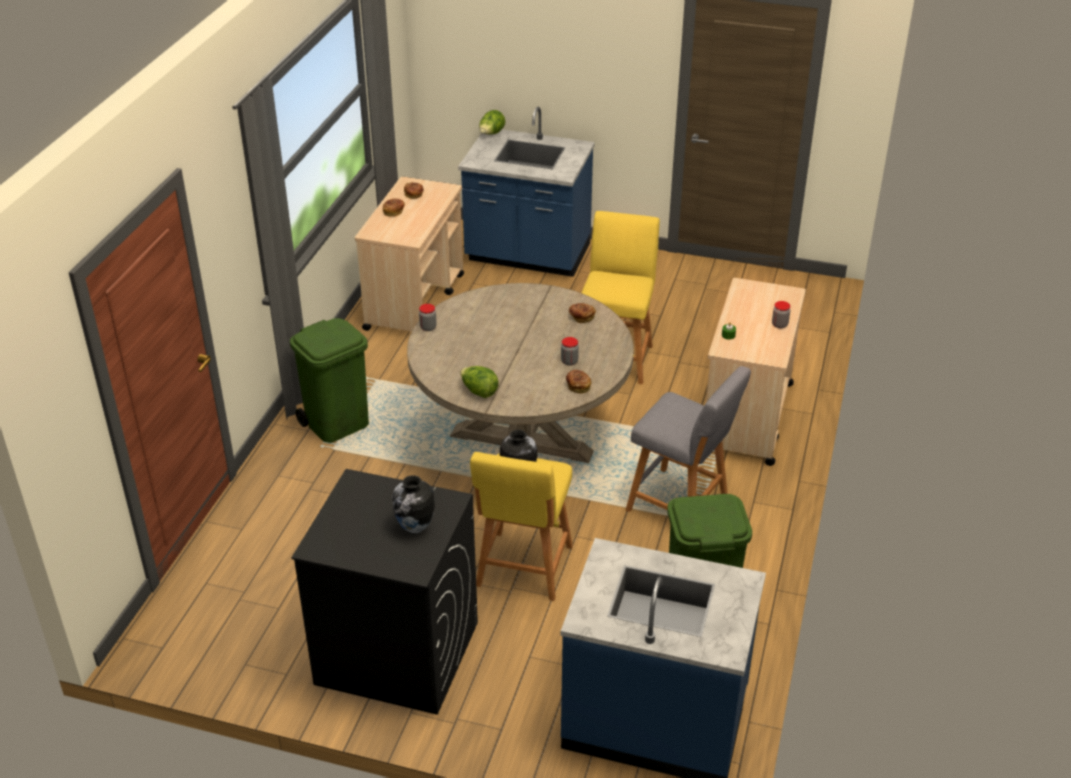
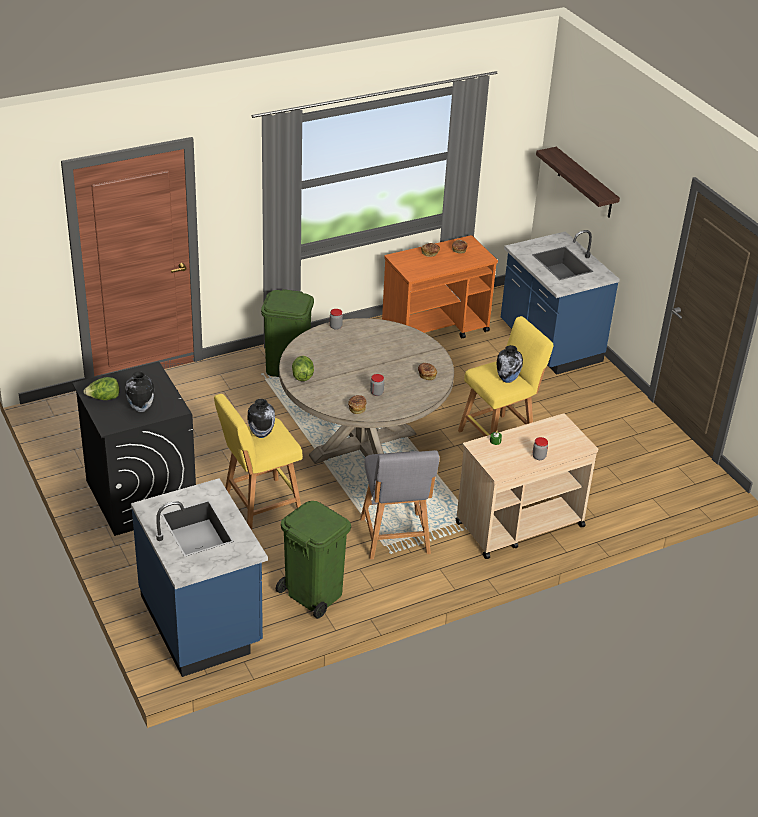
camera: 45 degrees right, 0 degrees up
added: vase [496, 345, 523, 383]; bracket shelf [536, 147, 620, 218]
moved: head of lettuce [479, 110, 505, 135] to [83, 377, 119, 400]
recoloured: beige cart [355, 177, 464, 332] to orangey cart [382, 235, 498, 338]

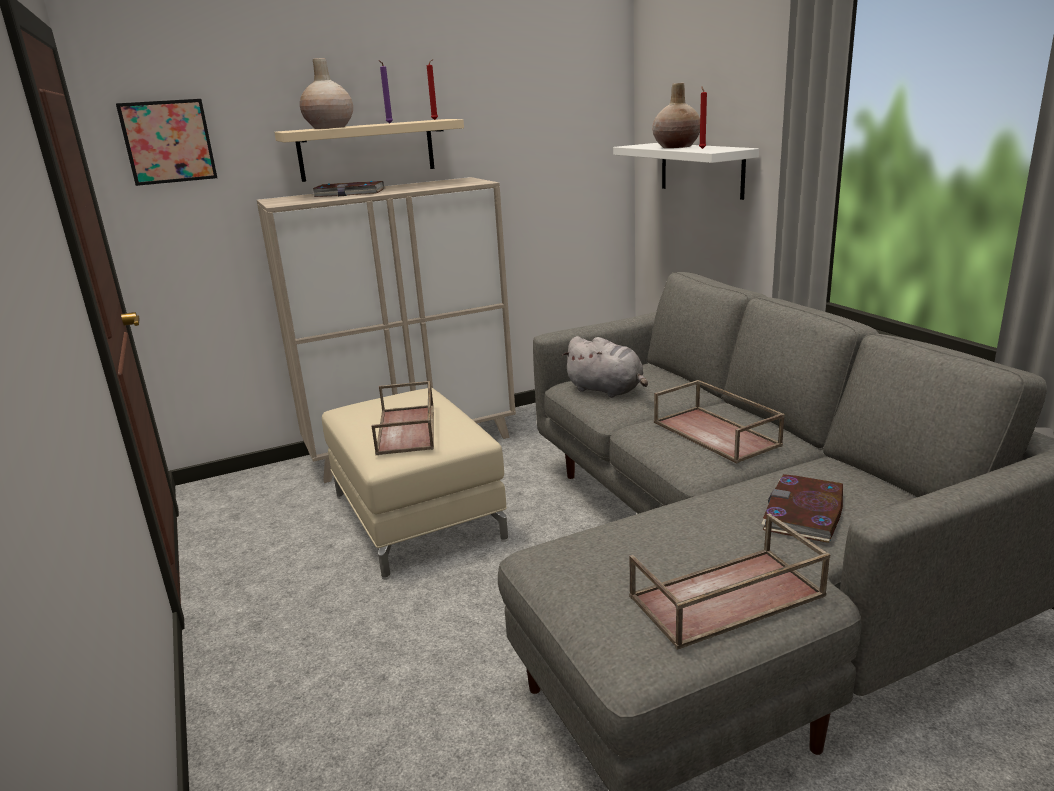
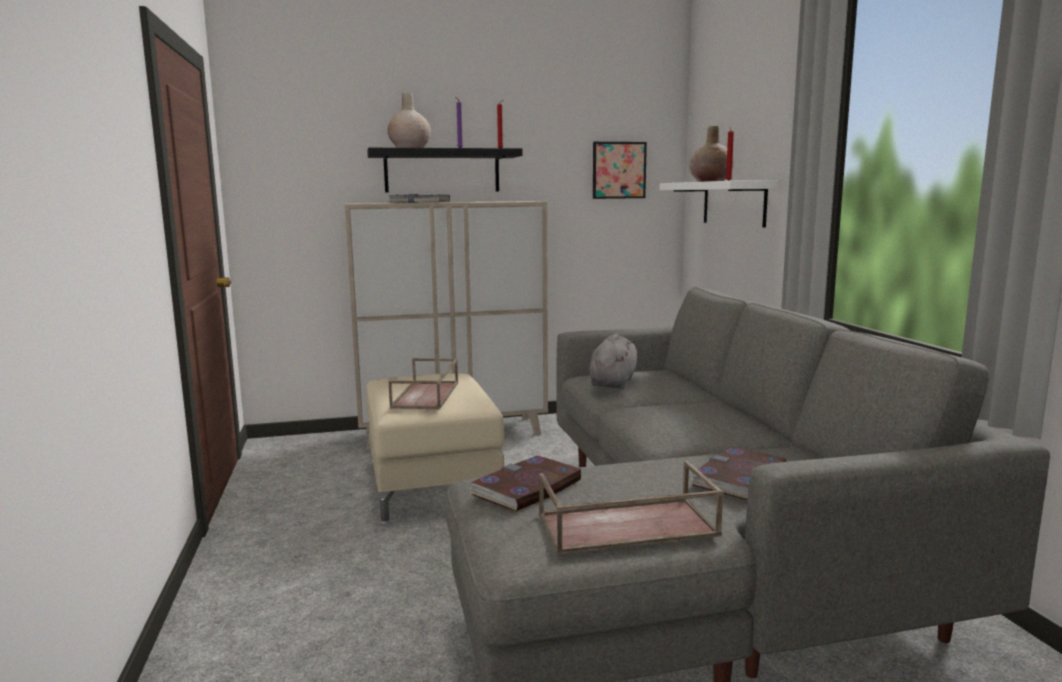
camera: 10 degrees right, 10 degrees down
removed: brownish tray [654, 380, 785, 464]
added: volume [470, 456, 581, 511]
moved: picture [116, 99, 217, 186] to [593, 142, 647, 199]
recoloured: beige bracket shelf [274, 119, 464, 182] to black bracket shelf [367, 148, 522, 192]
turned: gray cuddly toy [562, 336, 648, 398] = [589, 334, 638, 389] 120 degrees counterclockwise

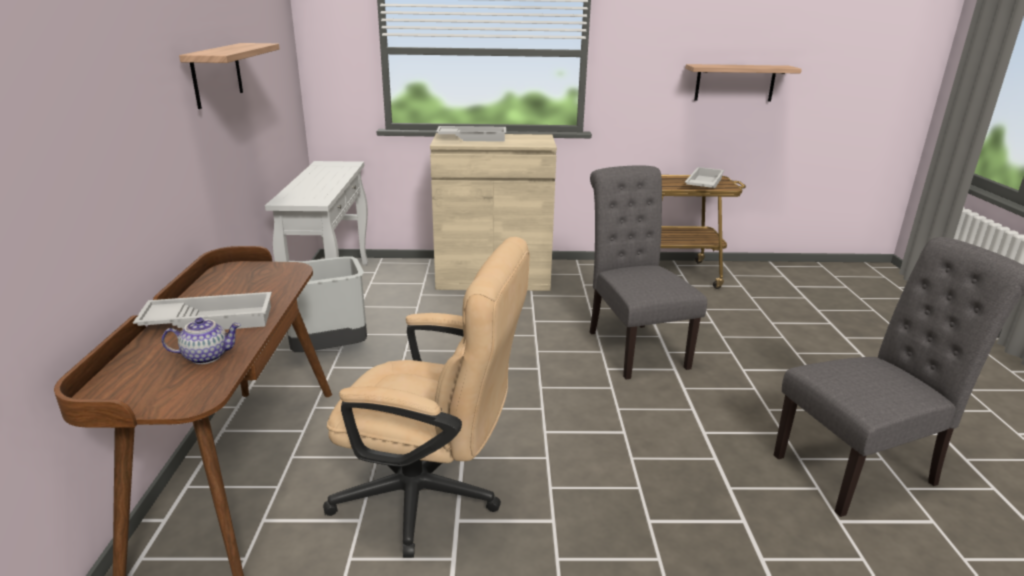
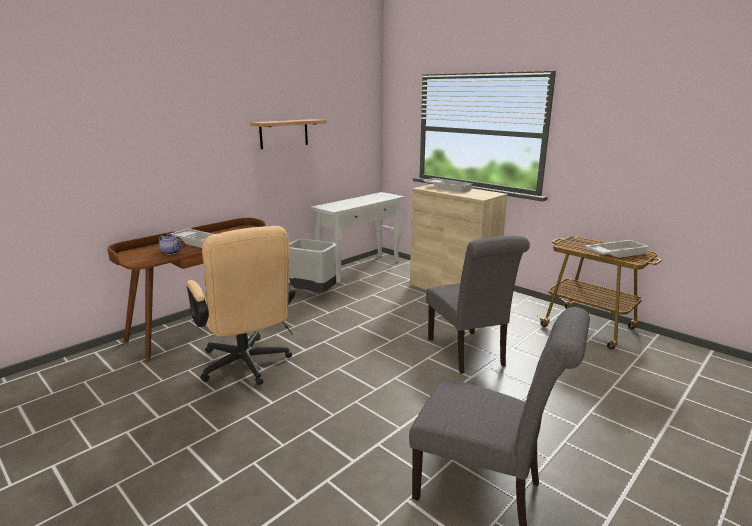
camera: 45 degrees right, 5 degrees down
removed: bracket shelf [685, 64, 802, 101]
turned: gray chair [589, 165, 707, 379] = [426, 236, 530, 374] 135 degrees clockwise

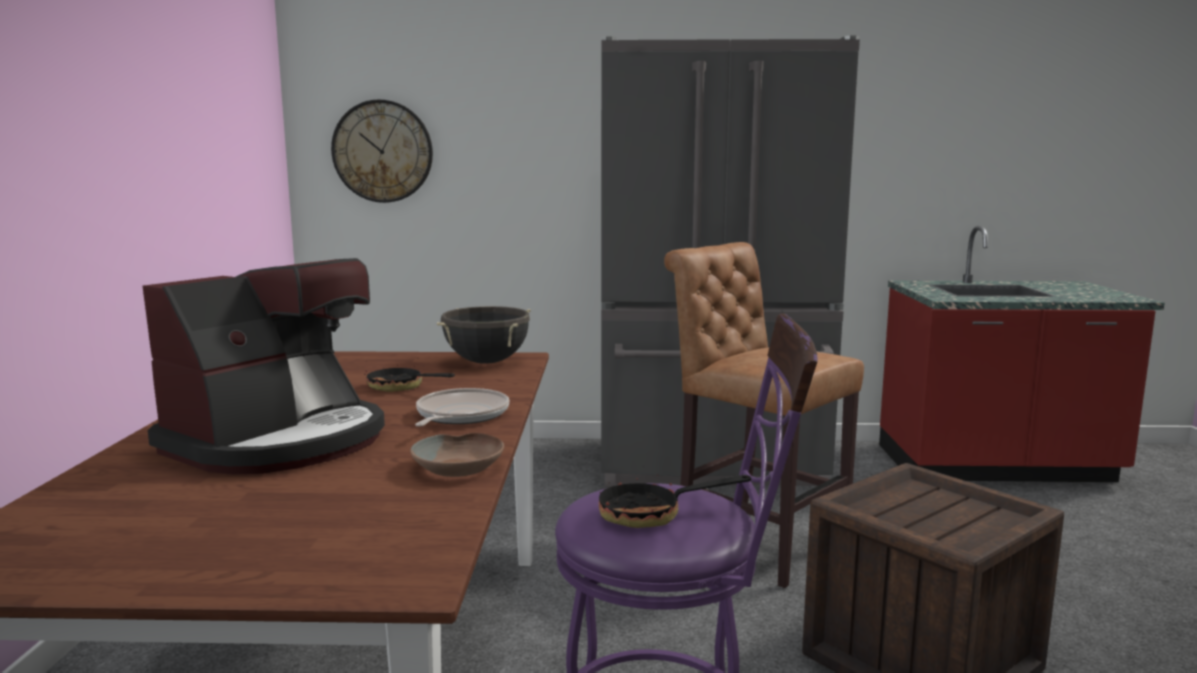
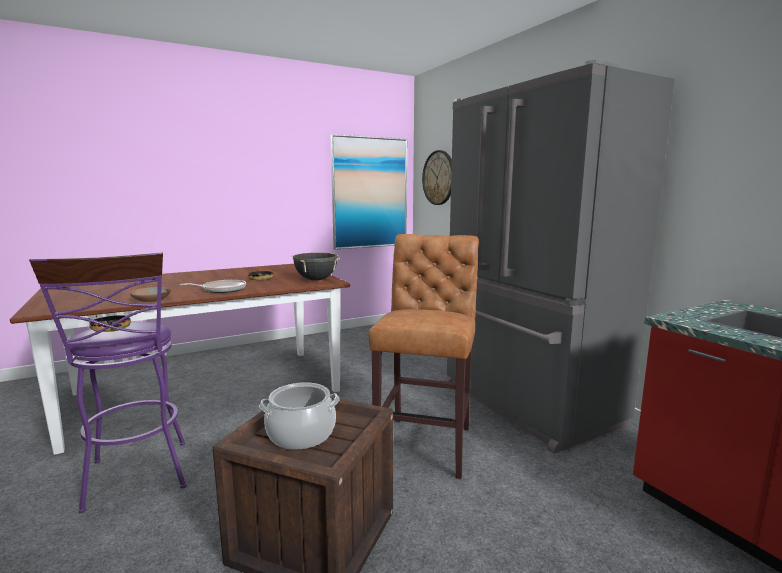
camera: 60 degrees right, 0 degrees up
removed: coffee brewer [142, 258, 385, 474]
added: saucepot [259, 382, 339, 450]; picture [331, 134, 407, 249]

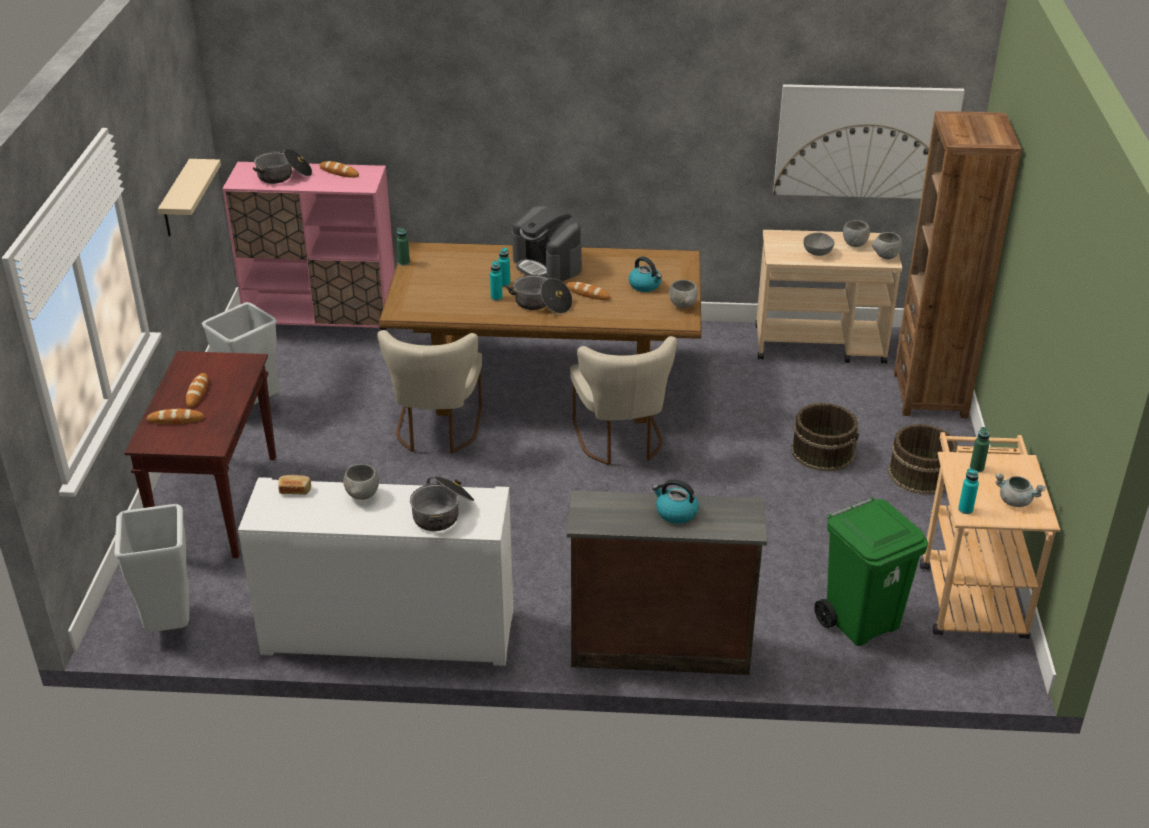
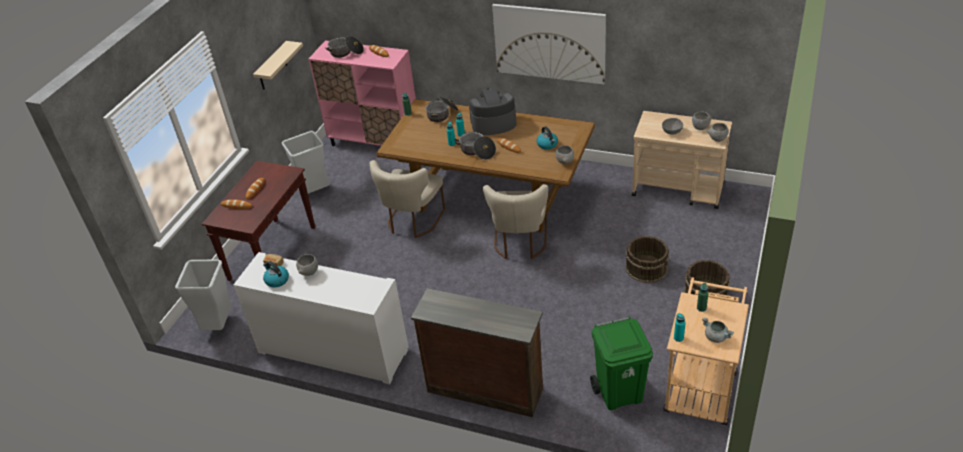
camera: 20 degrees right, 5 degrees up
removed: brownish shelving unit [894, 111, 1022, 418]
moved: kettle [652, 479, 699, 524] to [263, 261, 289, 288]; saucepot [410, 476, 474, 531] to [425, 97, 458, 122]; picture [773, 84, 965, 199] to [492, 4, 606, 84]
turned: coffee brewer [512, 206, 582, 281] = [469, 87, 517, 135] 105 degrees clockwise

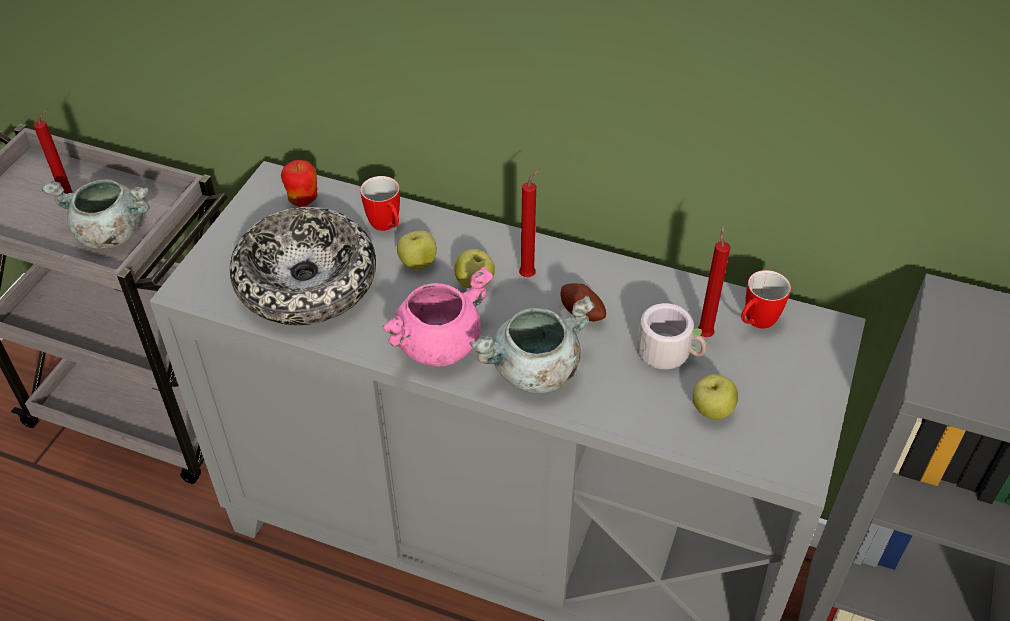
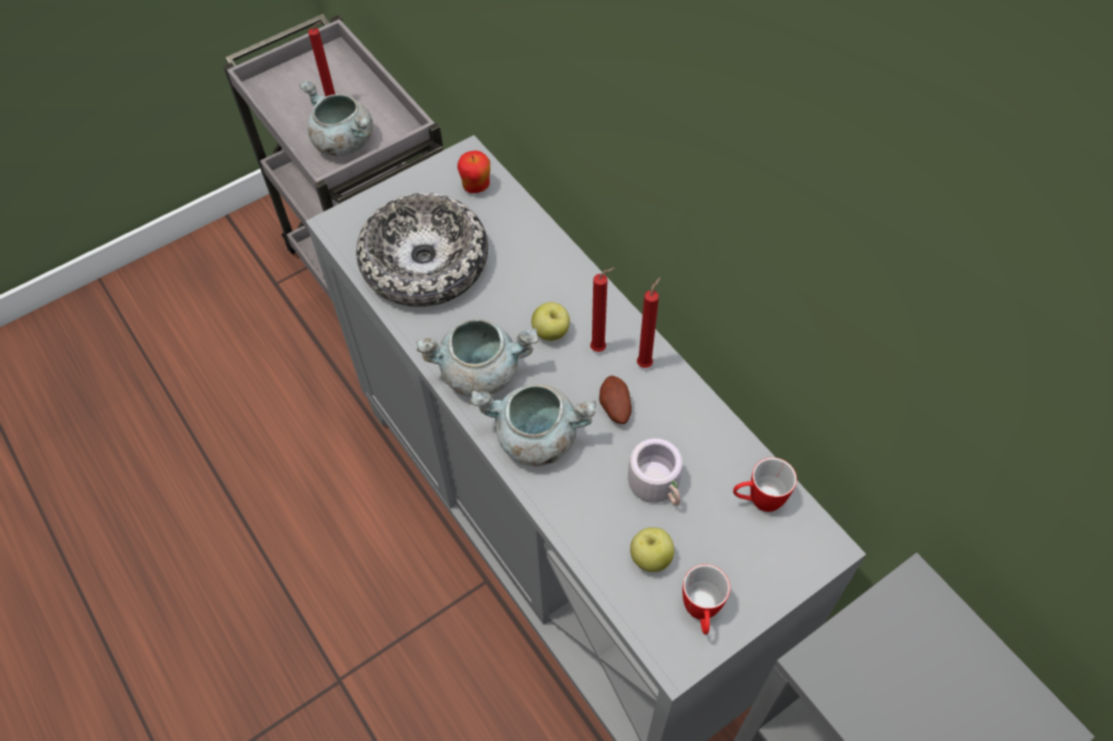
camera: 35 degrees right, 10 degrees up
removed: whole apple [397, 231, 437, 270]
moved: red wax light [698, 225, 731, 337] to [637, 277, 661, 368]; tea mug [360, 176, 400, 231] to [683, 564, 730, 635]
recoloured: pink saucepot [383, 267, 493, 366] to gray saucepot [416, 319, 539, 397]

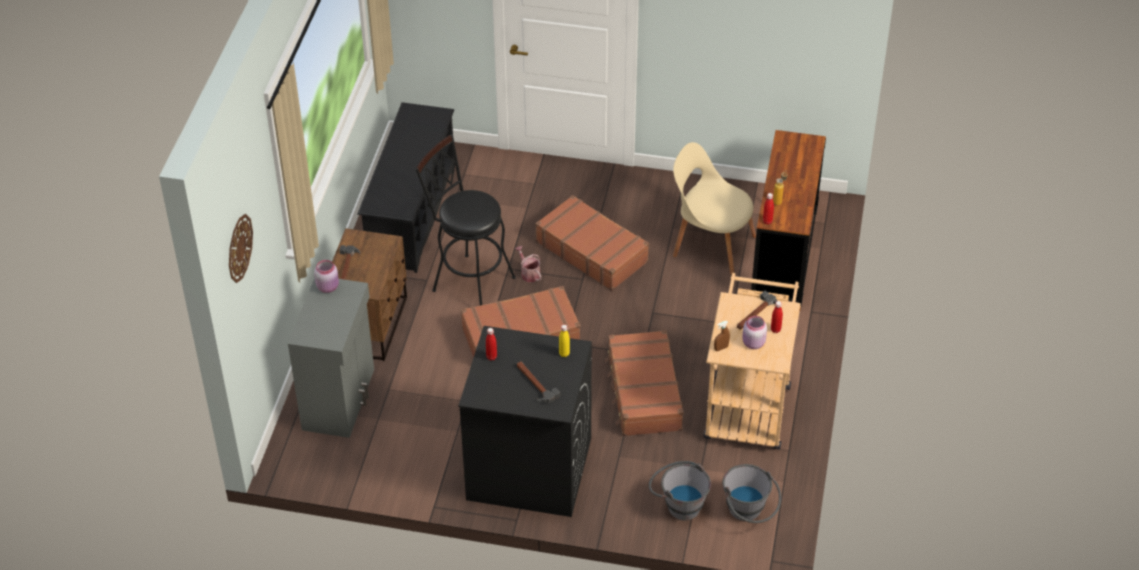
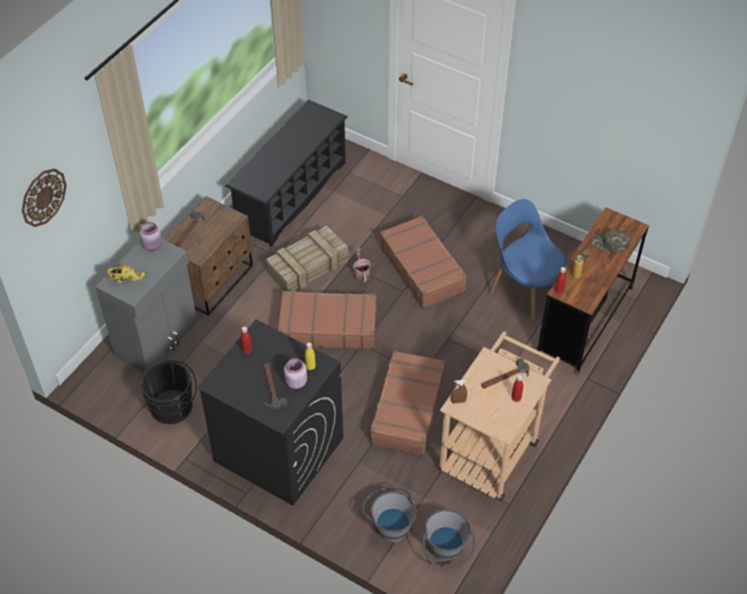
camera: 20 degrees right, 5 degrees up
added: yellow-coloured low shoe [107, 265, 147, 283]; black pail [140, 359, 197, 424]; green peaked cap [592, 229, 630, 252]
moved: pink storage jar [742, 316, 767, 349] to [284, 358, 307, 389]
replaced: black stool [416, 134, 516, 305] to crate [266, 226, 348, 291]
recoloured: beige chair [673, 142, 756, 276] to bluish chair [489, 199, 567, 325]

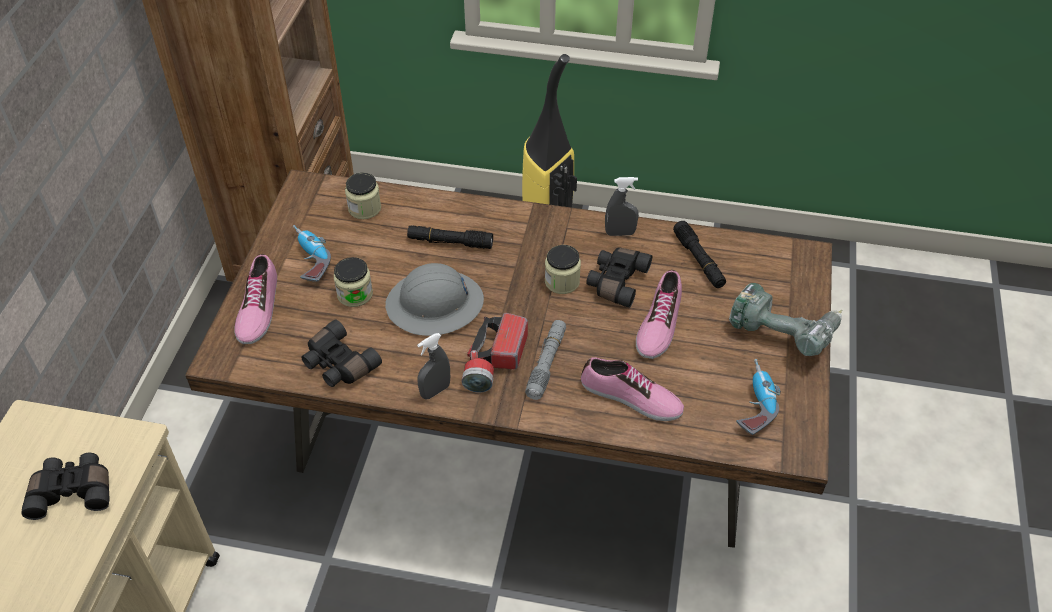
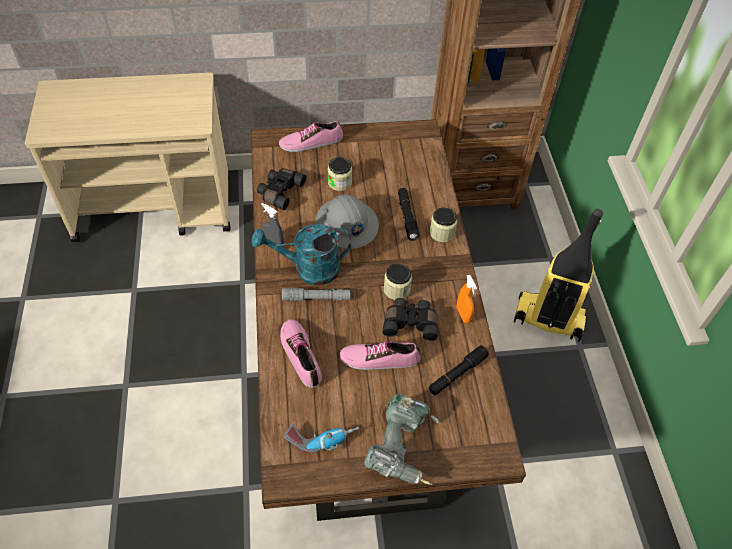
camera: 70 degrees right, 5 degrees up
removed: black pair of binoculars [21, 453, 110, 520]; electric drill [293, 225, 331, 282]
moved: storage jar [345, 172, 381, 219] to [430, 207, 457, 242]
replaced: hand torch [461, 313, 528, 393] to blue-green sprinkling can [251, 224, 351, 285]
recoloured: gray spray bottle [605, 177, 639, 236] to orangey spray bottle [457, 275, 477, 323]
turned: low shoe [581, 357, 684, 421] = [280, 319, 322, 388] 150 degrees clockwise

